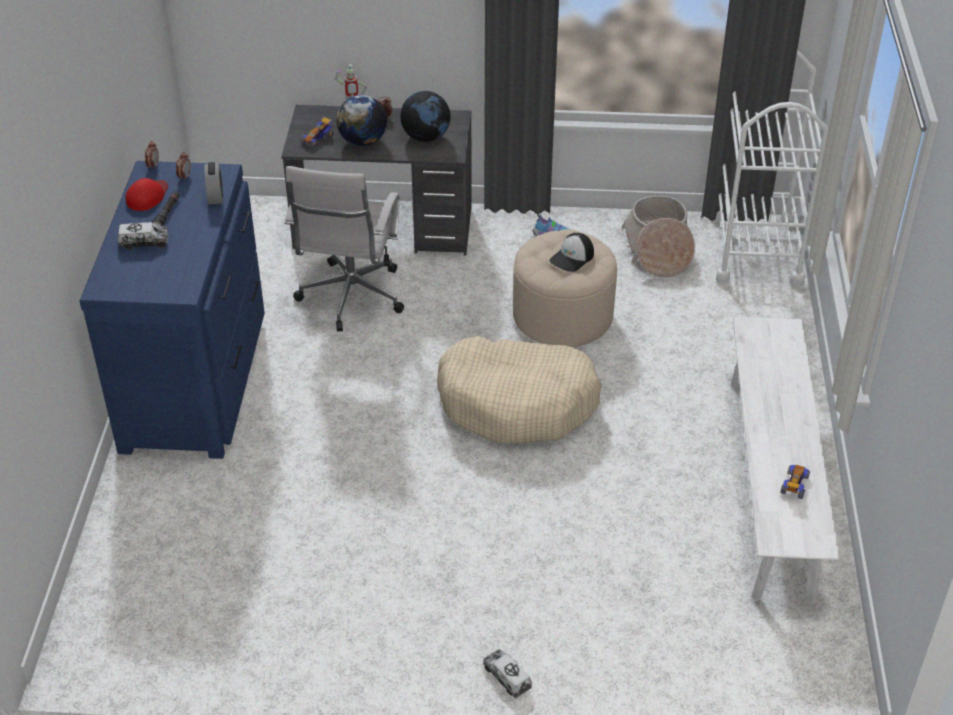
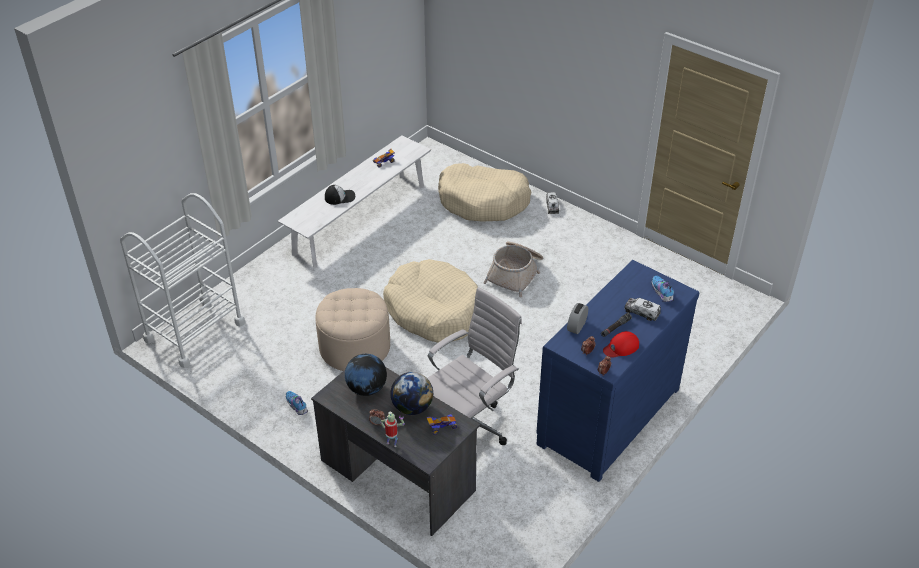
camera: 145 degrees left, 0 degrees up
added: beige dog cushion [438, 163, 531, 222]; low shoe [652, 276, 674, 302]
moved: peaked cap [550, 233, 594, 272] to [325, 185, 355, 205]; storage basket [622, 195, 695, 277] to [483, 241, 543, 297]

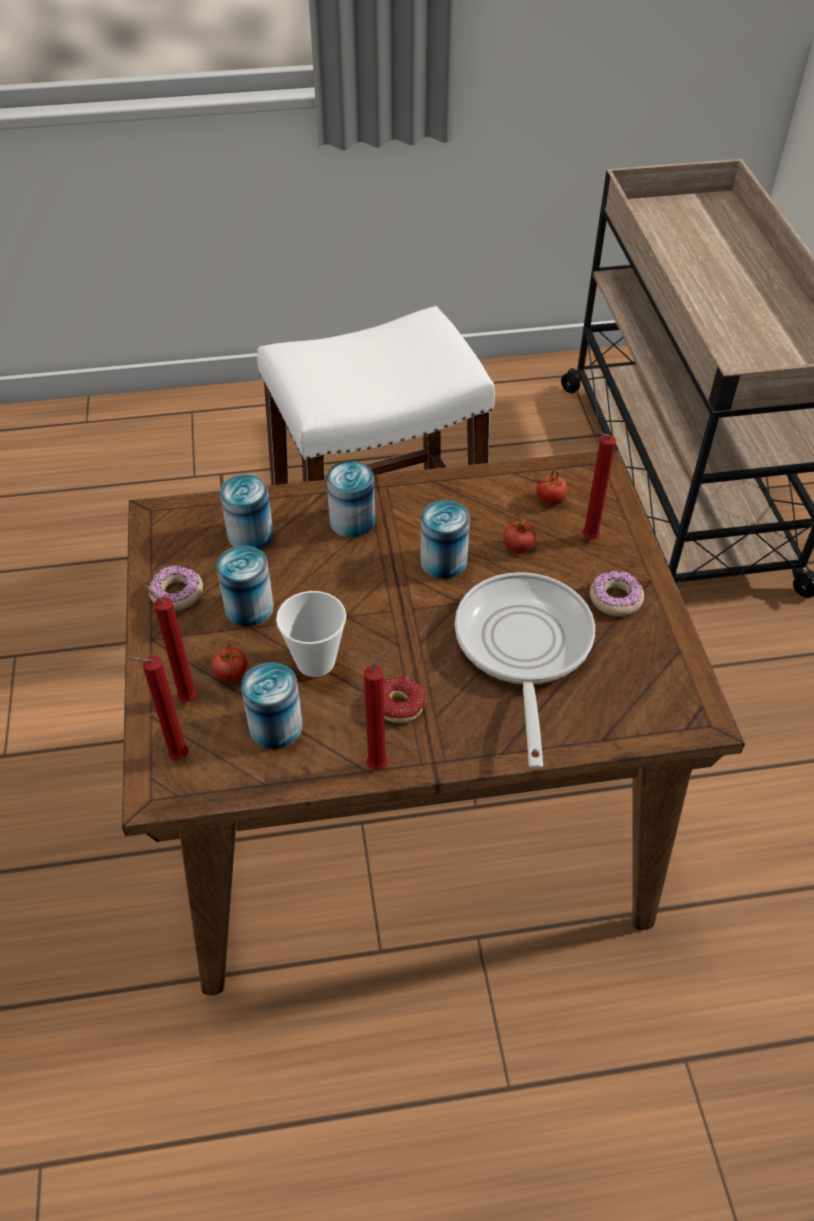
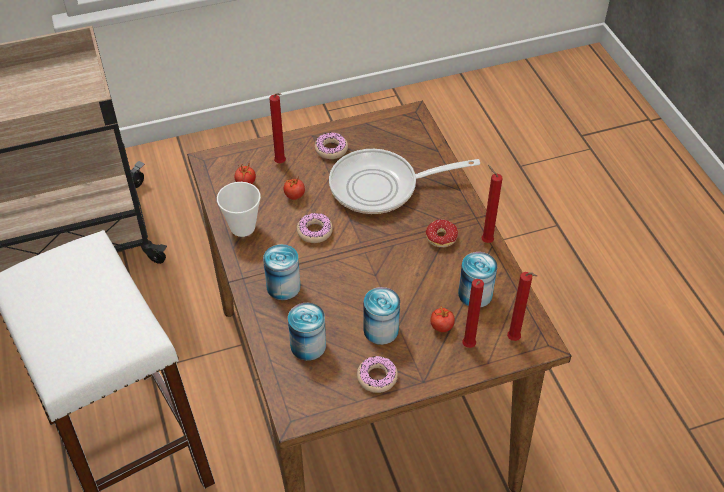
camera: 100 degrees left, 0 degrees up
moved: drinking cup [276, 591, 346, 677] to [217, 182, 261, 237]
replaced: can [420, 500, 470, 579] to donut [297, 213, 333, 243]

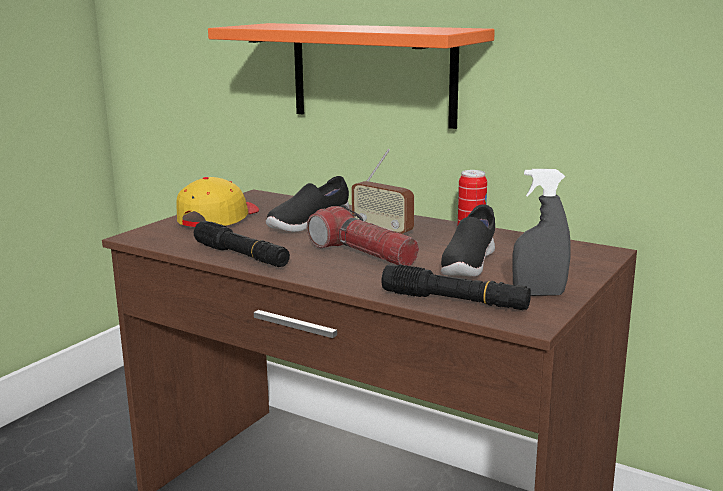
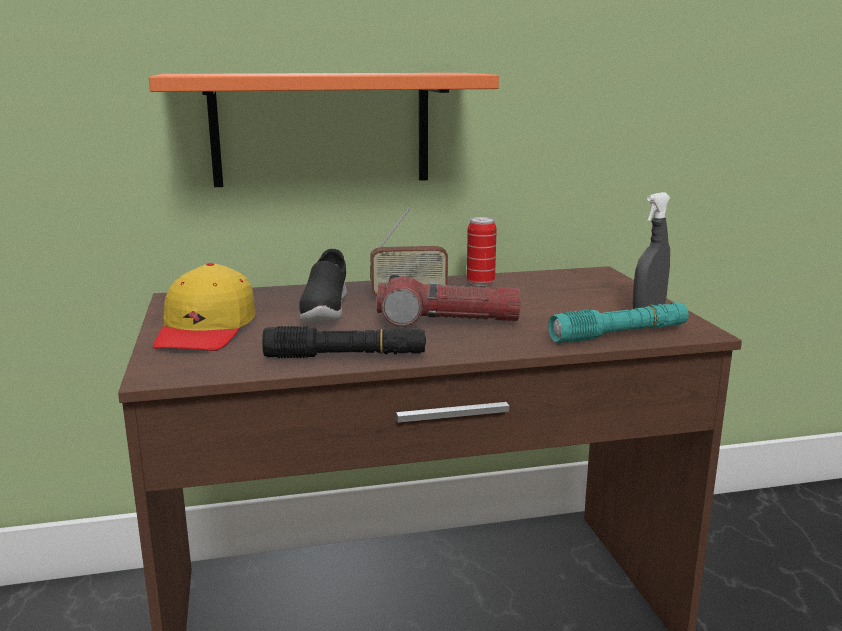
camera: 45 degrees left, 0 degrees up
removed: black low shoe [441, 204, 495, 277]
recoloured: black hand torch [382, 264, 531, 310] to blue-green hand torch [549, 302, 689, 343]
turned: yellow-coloured peaked cap [176, 177, 259, 227] = [153, 263, 256, 351] 150 degrees counterclockwise

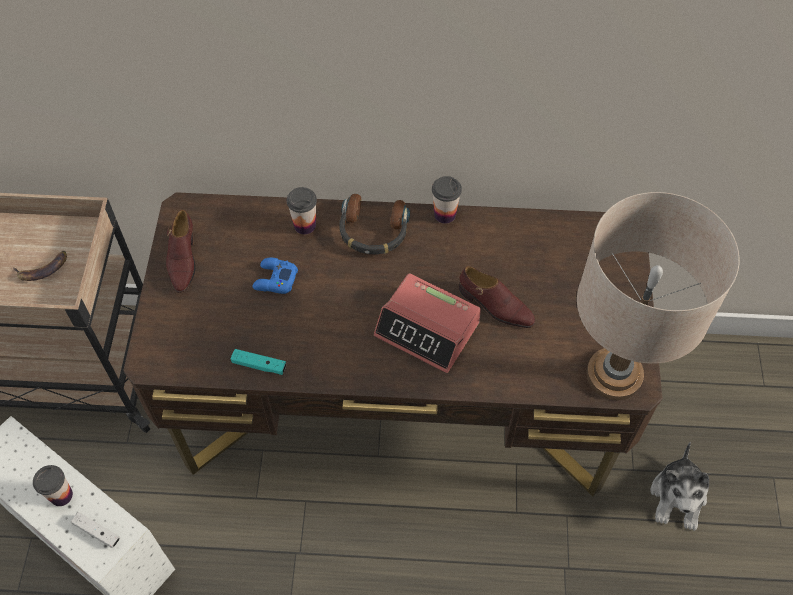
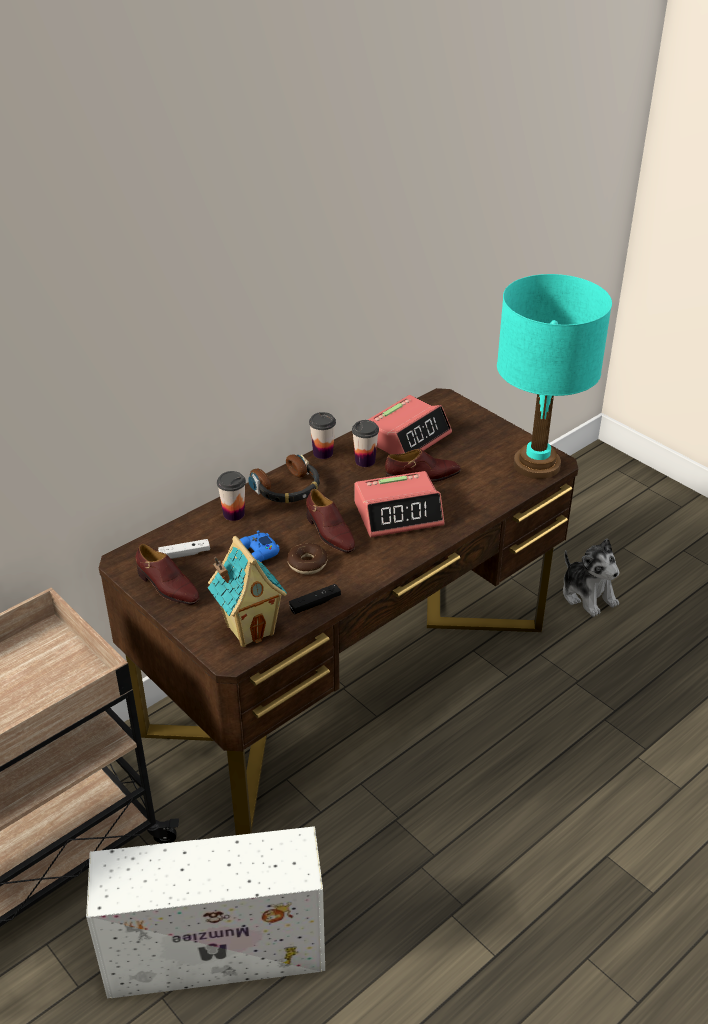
camera: 45 degrees left, 20 degrees down
removed: whole banana [13, 250, 67, 281]
added: miniature house [208, 536, 287, 647]; donut [287, 543, 328, 574]; brownish low shoe [306, 489, 355, 553]; bedside clock [368, 395, 452, 454]
moved: white joypad [71, 512, 120, 548] to [158, 539, 210, 559]; drinking cup [33, 465, 73, 506] to [352, 420, 379, 467]
recoloured: blue-green joypad [231, 349, 286, 375] to black joypad [289, 584, 341, 614]; beige lamp for a table [577, 192, 739, 400] to blue-green lamp for a table [497, 274, 612, 479]

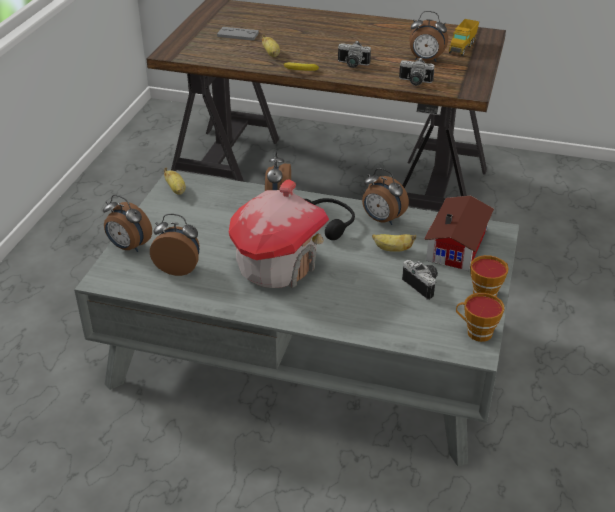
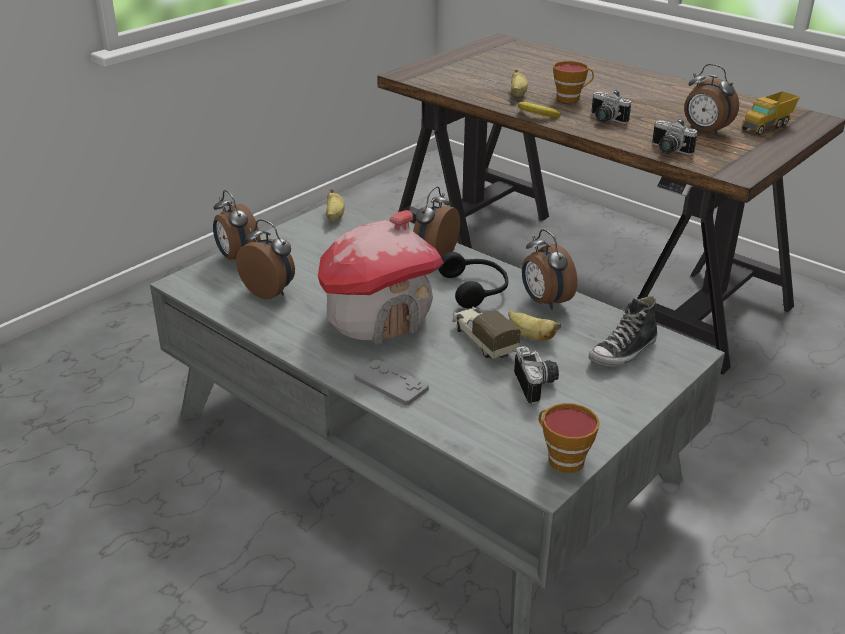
camera: 25 degrees right, 5 degrees down
added: toy lorry [452, 307, 521, 360]
moved: gray joypad [217, 27, 259, 40] to [354, 360, 429, 406]; drinking cup [470, 255, 508, 297] to [553, 61, 594, 103]
replaced: miniature house [424, 196, 494, 271] to low shoe [589, 296, 657, 367]

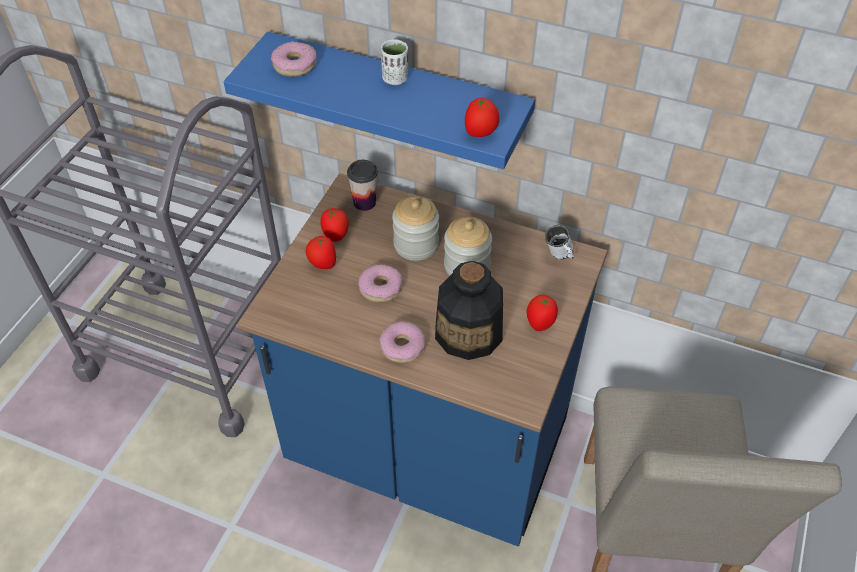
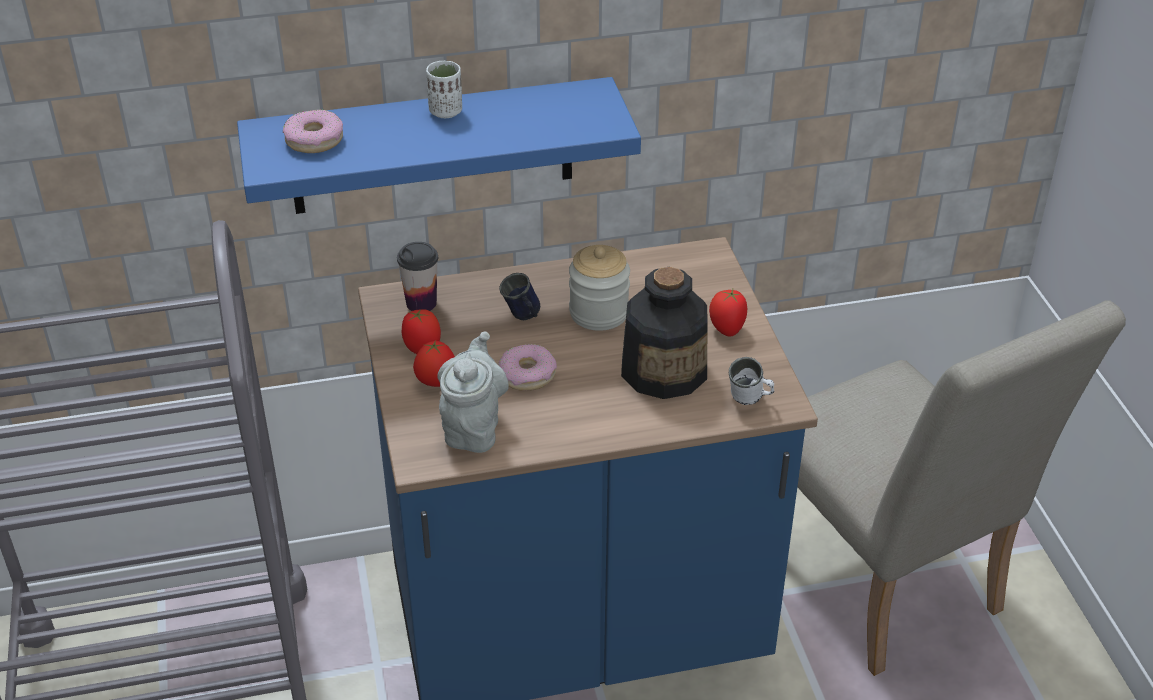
camera: 35 degrees left, 10 degrees down
removed: donut [379, 321, 426, 363]; tomato [465, 98, 499, 137]
added: gray tea pot [437, 331, 509, 453]
moved: white tea mug [545, 225, 574, 260] to [729, 357, 774, 405]
replaced: storage jar [392, 196, 439, 261] to bluish tea mug [499, 273, 540, 320]

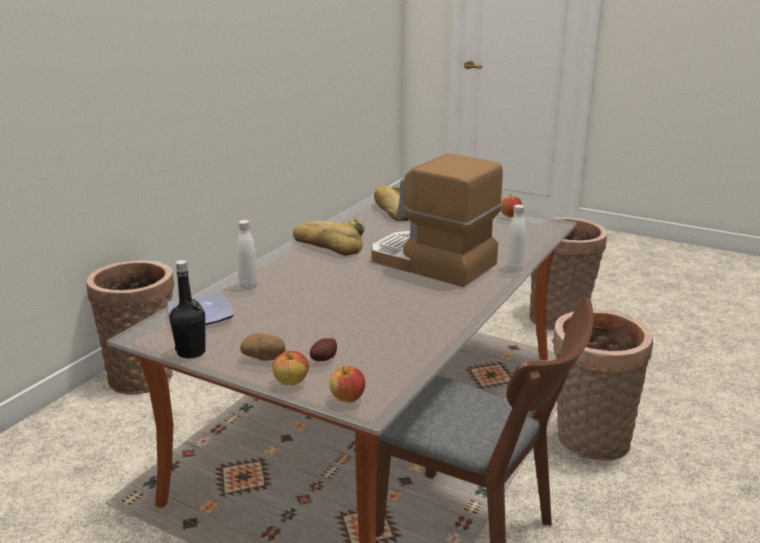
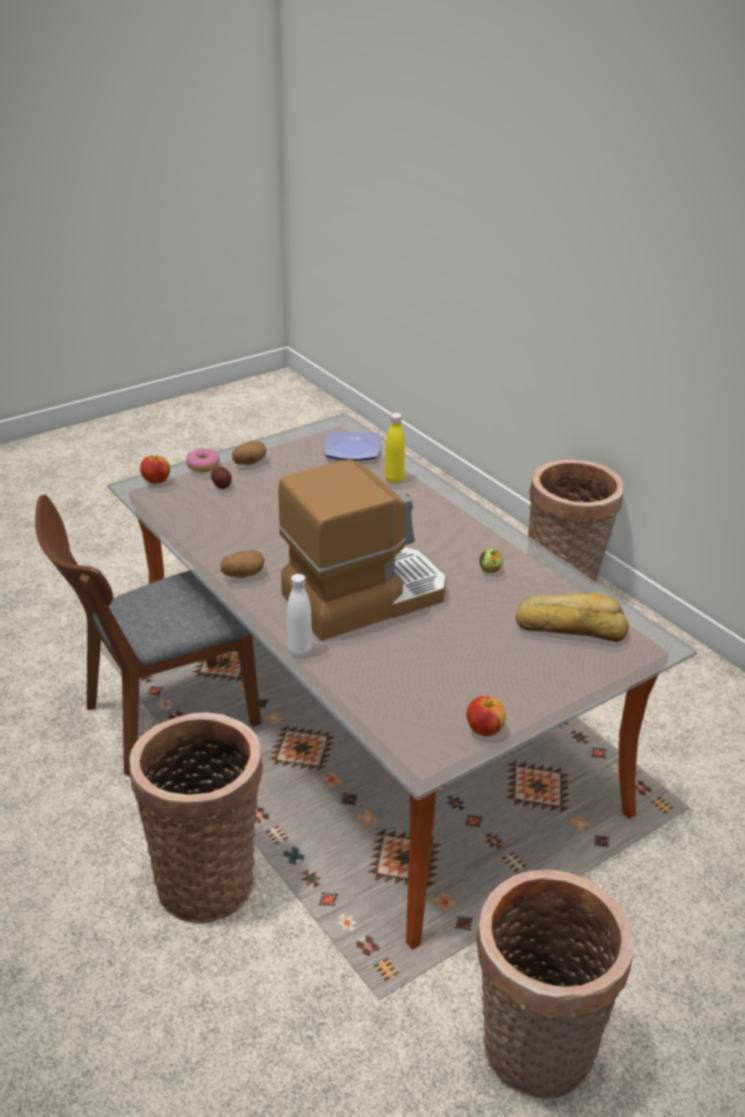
camera: 115 degrees right, 10 degrees up
removed: black beverage bottle [169, 260, 206, 359]; bread [293, 221, 362, 256]
added: spud [221, 550, 265, 578]
replaced: whole apple [272, 351, 309, 386] to donut [186, 448, 220, 472]
recoloured: white beverage bottle [237, 220, 258, 289] to yellow-coloured beverage bottle [385, 413, 405, 483]

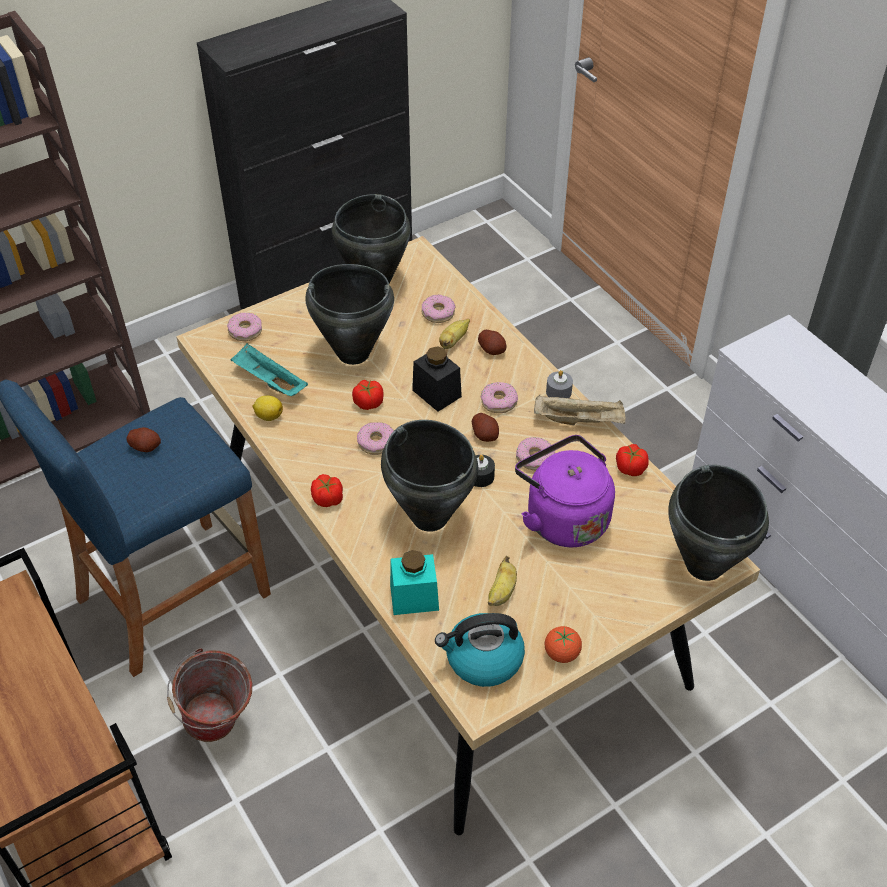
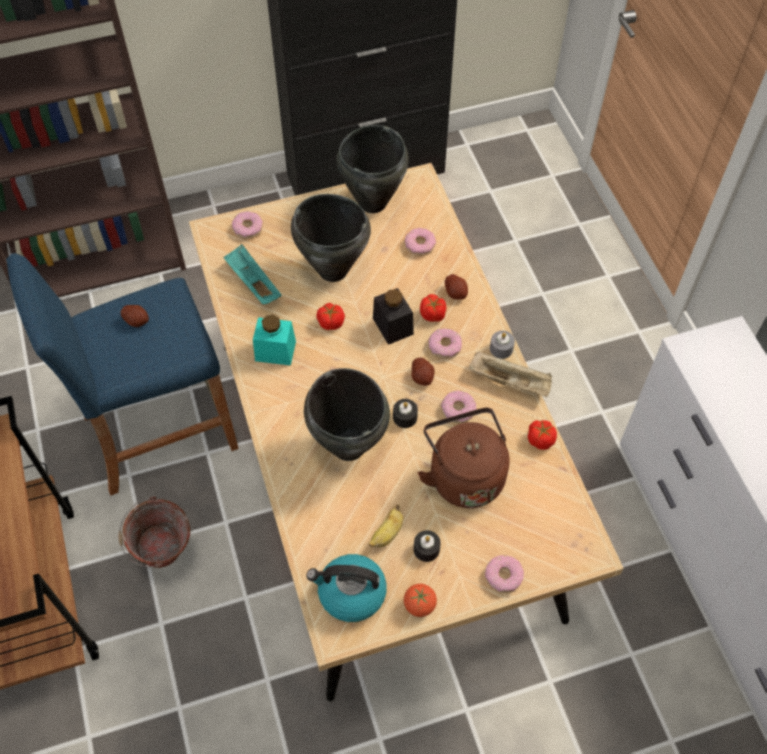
camera: 15 degrees right, 10 degrees up
removed: citrus fruit [253, 395, 283, 421]; whole banana [439, 319, 470, 349]; black saucepot [668, 465, 769, 581]
added: black wax light [414, 530, 441, 562]
moved: blue-green storage jar [390, 550, 439, 615] to [253, 315, 296, 366]; tomato [311, 474, 343, 507] to [420, 294, 446, 322]; donut [357, 422, 394, 455] to [485, 555, 524, 593]
recoloured: purplish kettle [515, 435, 615, 547] to brownish kettle [418, 408, 509, 508]

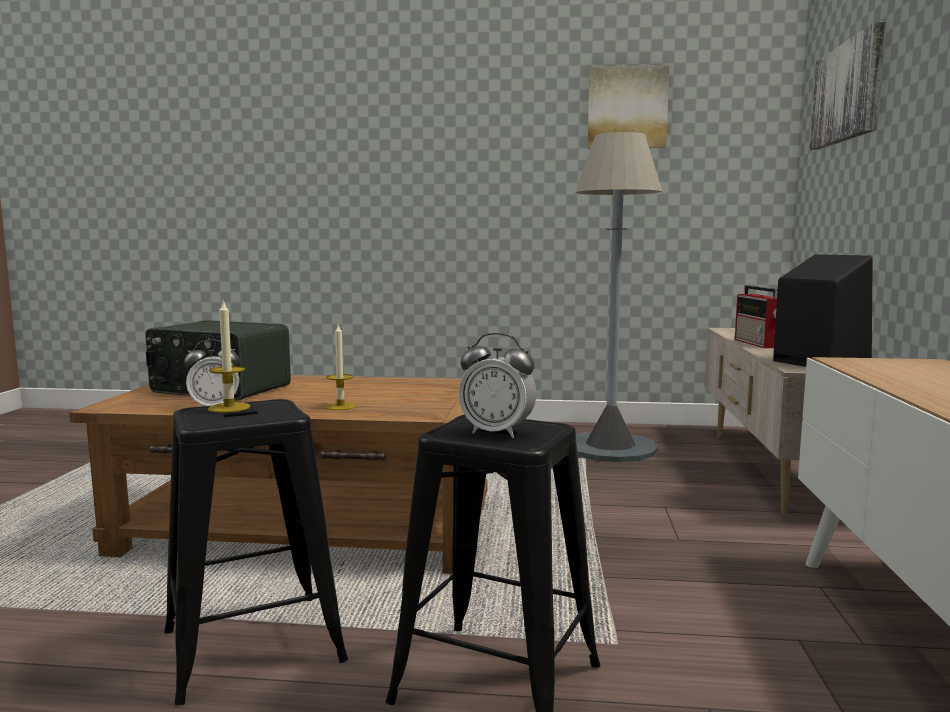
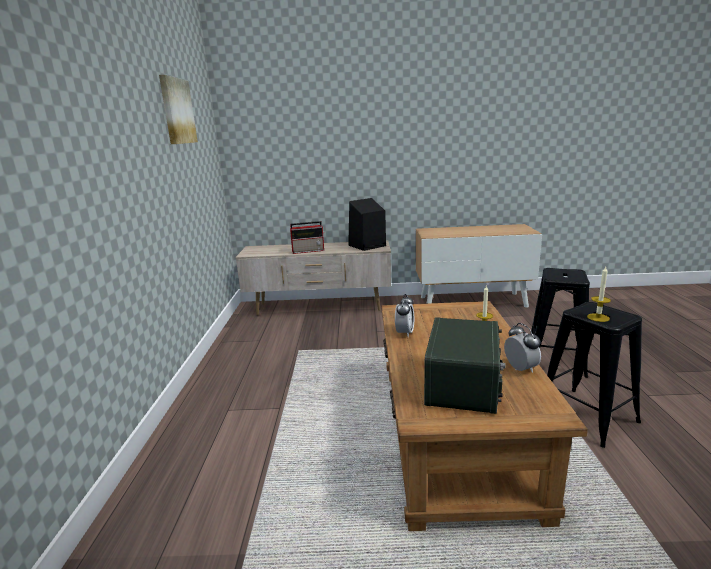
camera: 95 degrees left, 10 degrees up
removed: gray standard lamp [575, 132, 662, 462]; picture [810, 22, 885, 150]
moved: bedside clock [458, 333, 537, 438] to [395, 294, 414, 337]

